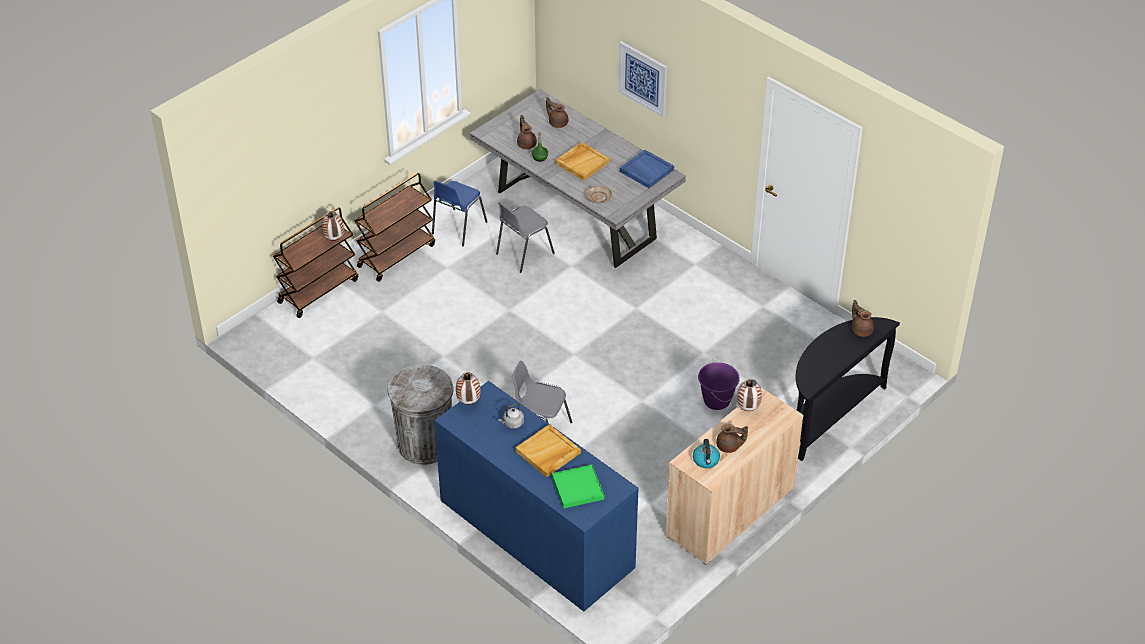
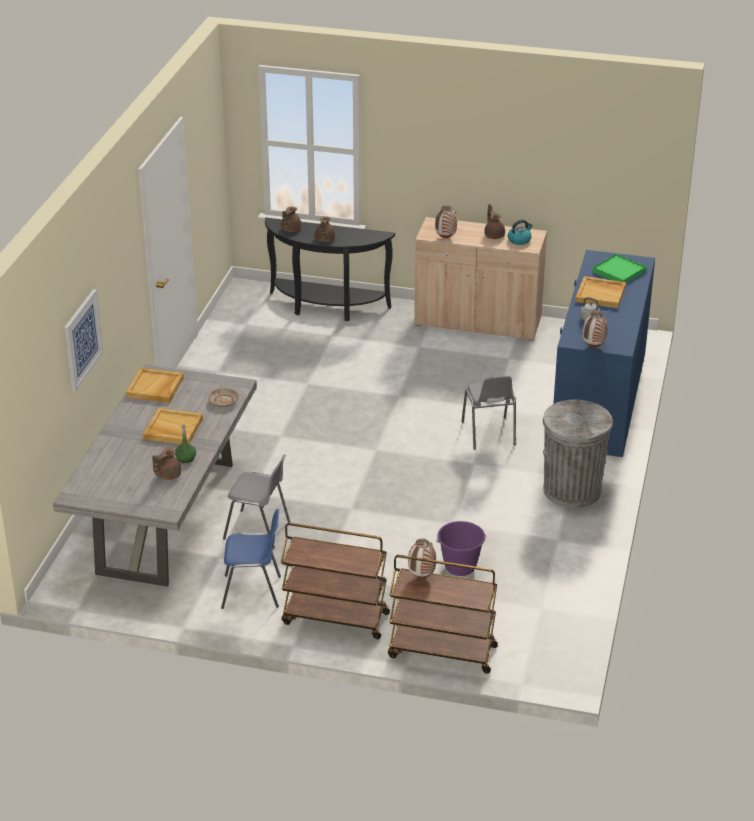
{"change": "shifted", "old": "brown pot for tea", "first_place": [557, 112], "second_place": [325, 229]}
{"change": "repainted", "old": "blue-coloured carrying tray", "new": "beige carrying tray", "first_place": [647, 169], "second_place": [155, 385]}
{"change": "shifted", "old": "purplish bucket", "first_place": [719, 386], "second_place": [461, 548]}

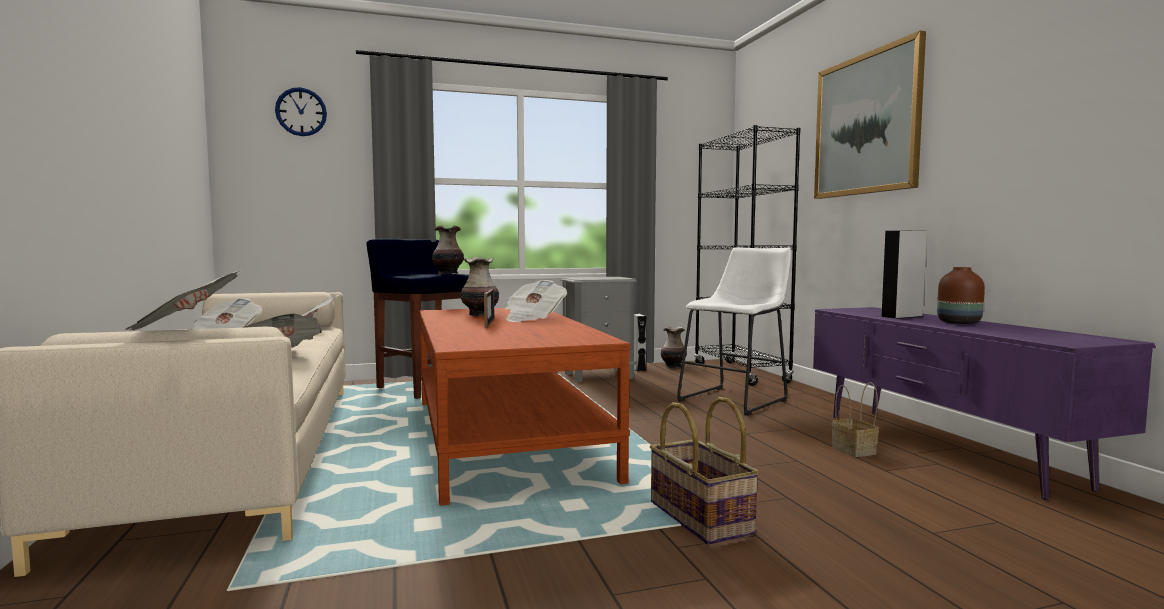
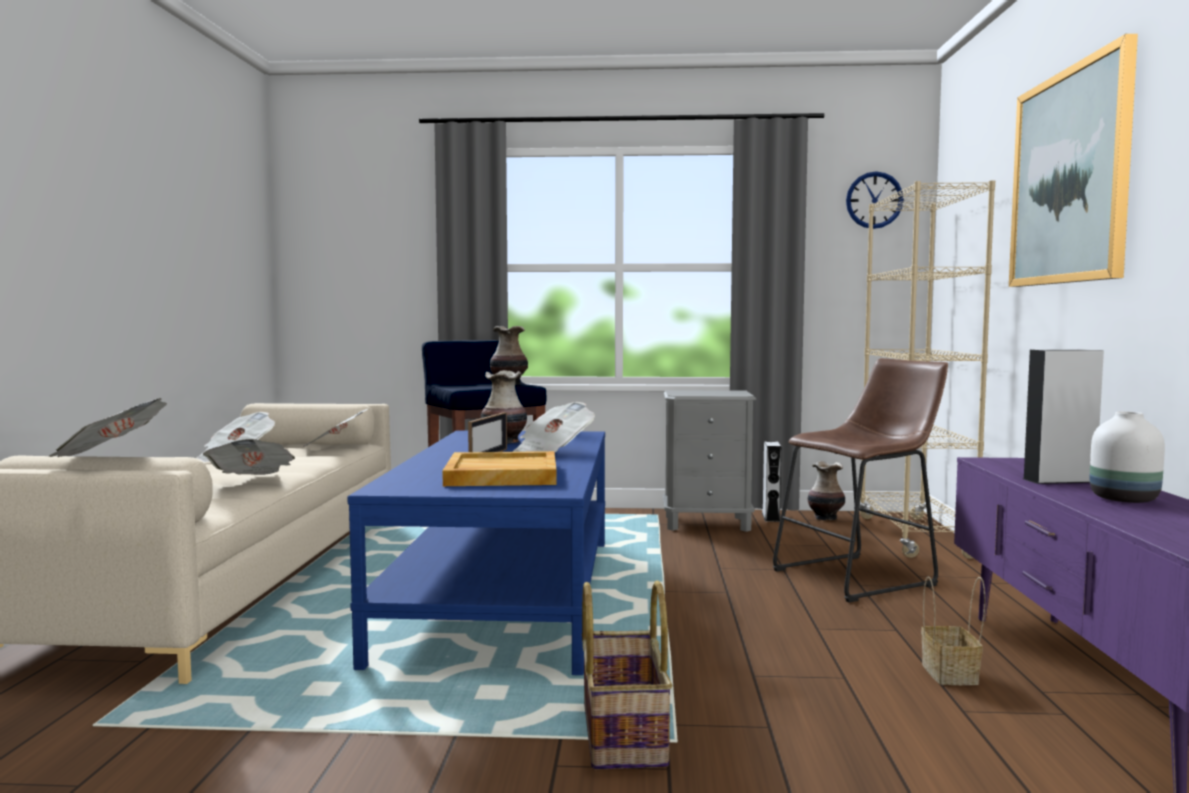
{"change": "shifted", "old": "wall clock", "first_place": [301, 111], "second_place": [875, 200]}
{"change": "repainted", "old": "blackish bookshelf", "new": "beige bookshelf", "first_place": [747, 255], "second_place": [927, 369]}
{"change": "repainted", "old": "white-coloured sitting stool", "new": "brown sitting stool", "first_place": [734, 332], "second_place": [860, 480]}
{"change": "repainted", "old": "brown decorative vase", "new": "white-coloured decorative vase", "first_place": [961, 295], "second_place": [1127, 457]}
{"change": "repainted", "old": "brown coffee table", "new": "blue-coloured coffee table", "first_place": [524, 407], "second_place": [476, 552]}
{"change": "new", "new": "beige carrying tray", "second_place": [499, 468]}

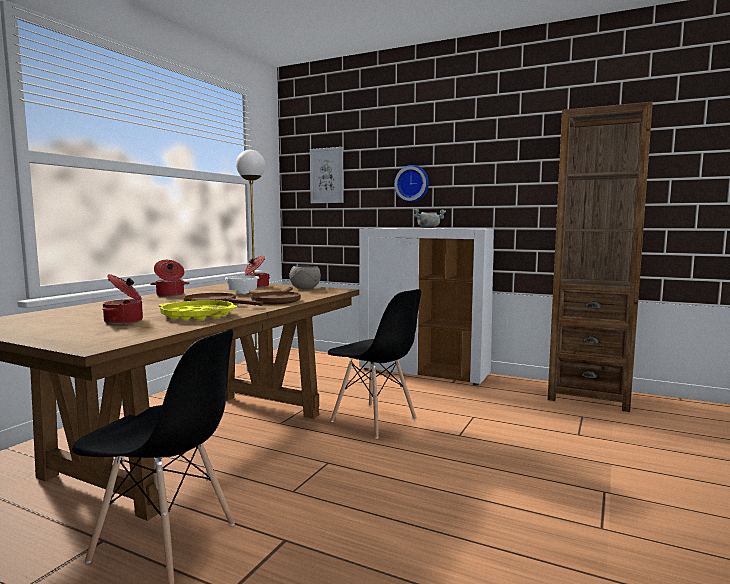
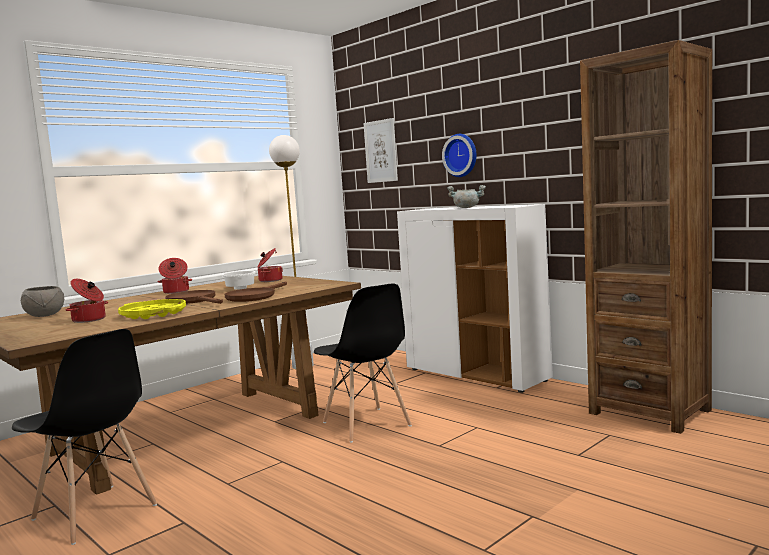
{"change": "shifted", "old": "greyish serving bowl", "first_place": [305, 277], "second_place": [42, 301]}

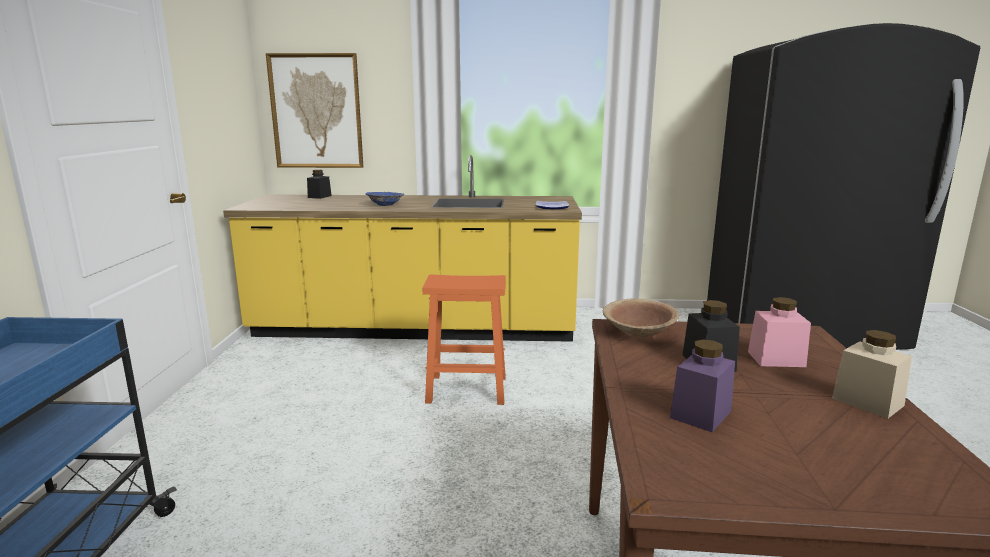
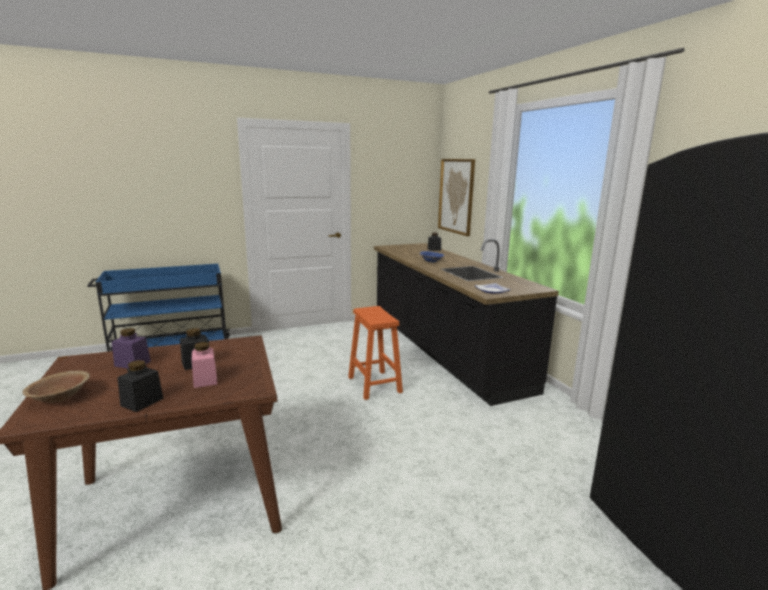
{"change": "repainted", "old": "yellowish kitchen counter", "new": "blackish kitchen counter", "first_place": [402, 248], "second_place": [466, 322]}
{"change": "shifted", "old": "brown serving bowl", "first_place": [641, 318], "second_place": [56, 387]}
{"change": "repainted", "old": "beige storage jar", "new": "blackish storage jar", "first_place": [872, 374], "second_place": [140, 386]}

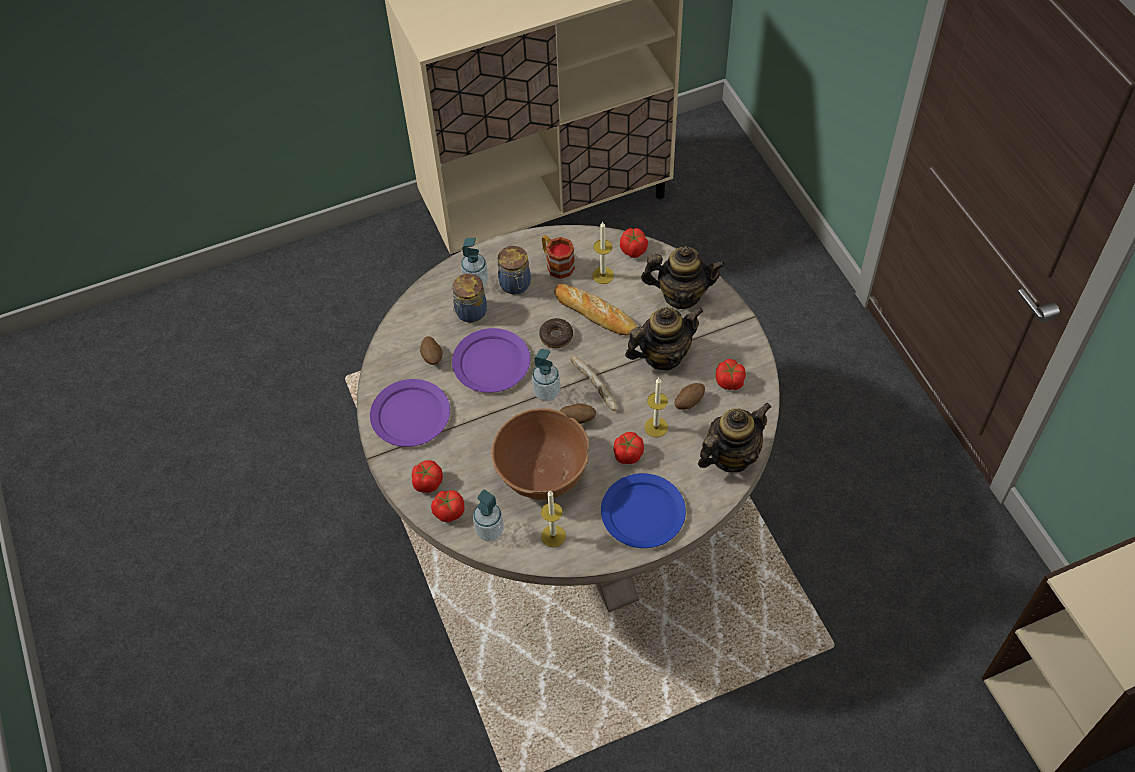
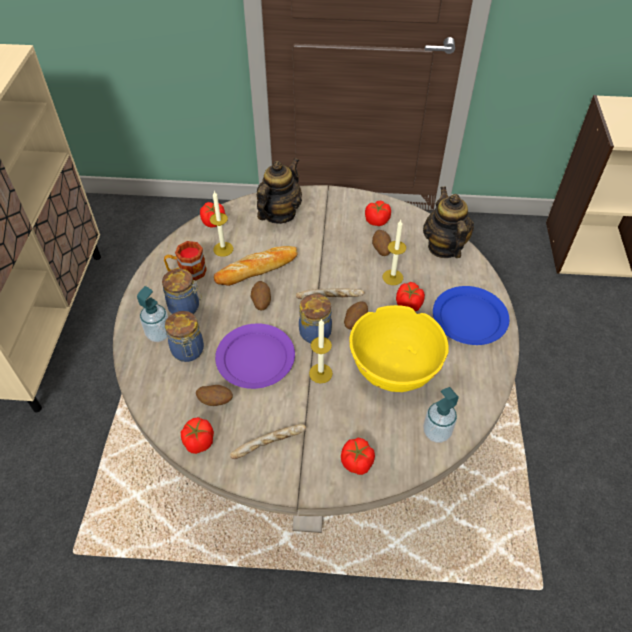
{"change": "gone", "old": "pot for tea", "first_place": [664, 338]}
{"change": "swapped", "old": "ring doughnut", "new": "whole potato", "first_place": [556, 333], "second_place": [261, 295]}
{"change": "swapped", "old": "soap bottle", "new": "storage jar", "first_place": [546, 375], "second_place": [315, 318]}
{"change": "swapped", "old": "purplish plate", "new": "bakery bread", "first_place": [410, 413], "second_place": [268, 441]}
{"change": "repainted", "old": "brown serving bowl", "new": "yellowish serving bowl", "first_place": [540, 454], "second_place": [399, 348]}
{"change": "shifted", "old": "fresh tomato", "first_place": [447, 506], "second_place": [197, 435]}
{"change": "shifted", "old": "wax light", "first_place": [553, 519], "second_place": [321, 350]}

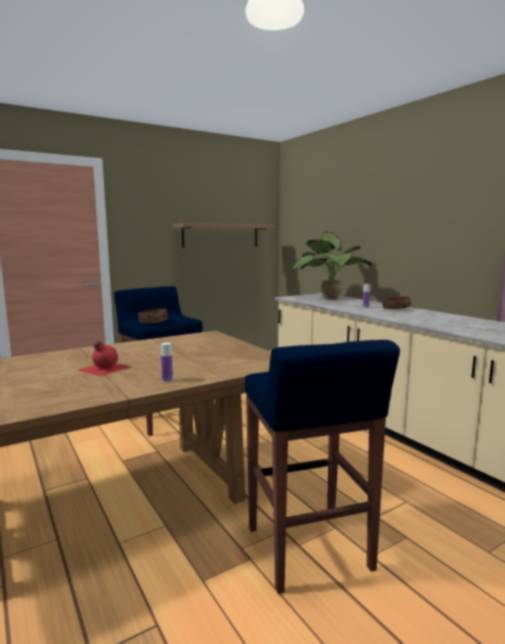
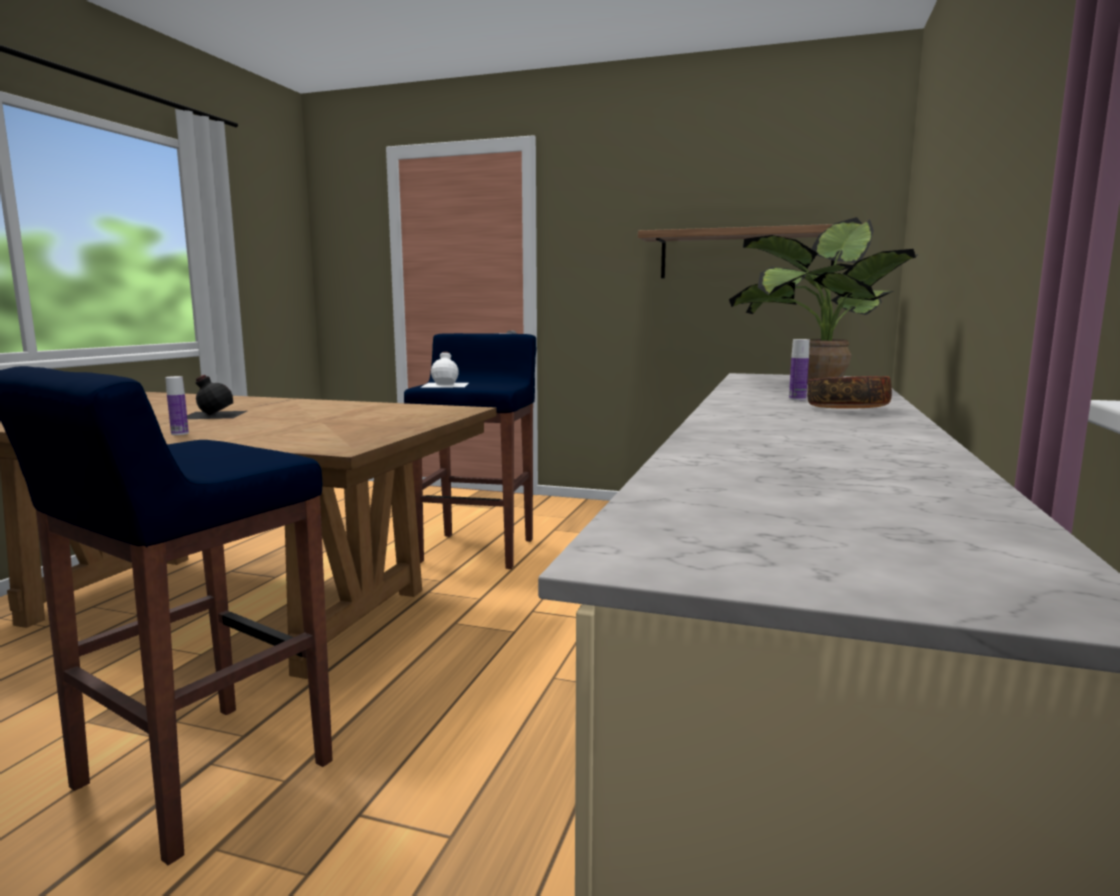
{"change": "swapped", "old": "serving bowl", "new": "white-coloured bottle", "first_place": [153, 316], "second_place": [445, 369]}
{"change": "repainted", "old": "red-coloured bottle", "new": "blackish bottle", "first_place": [104, 359], "second_place": [217, 397]}

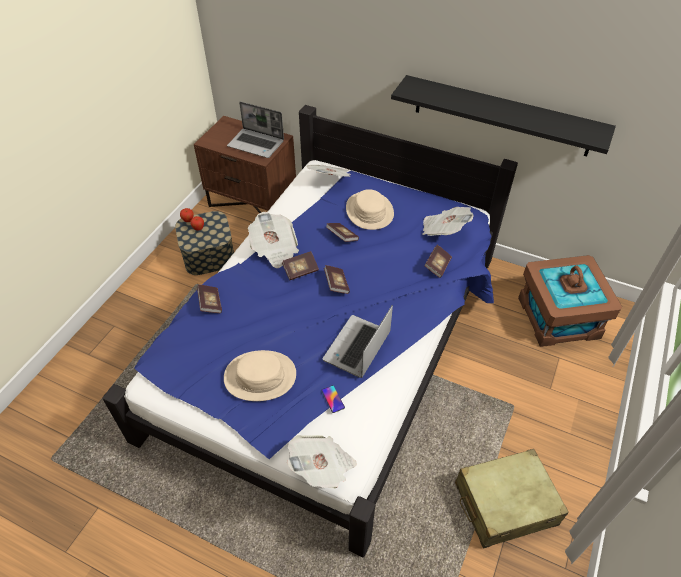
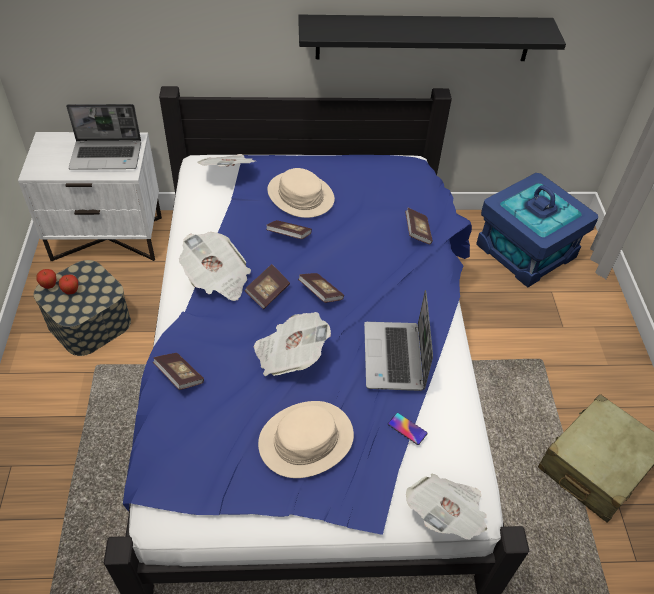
{"change": "repainted", "old": "brown nightstand", "new": "white-coloured nightstand", "first_place": [245, 164], "second_place": [90, 196]}
{"change": "shifted", "old": "newspaper", "first_place": [448, 221], "second_place": [292, 344]}
{"change": "repainted", "old": "brown storage box", "new": "blue-coloured storage box", "first_place": [570, 301], "second_place": [537, 230]}

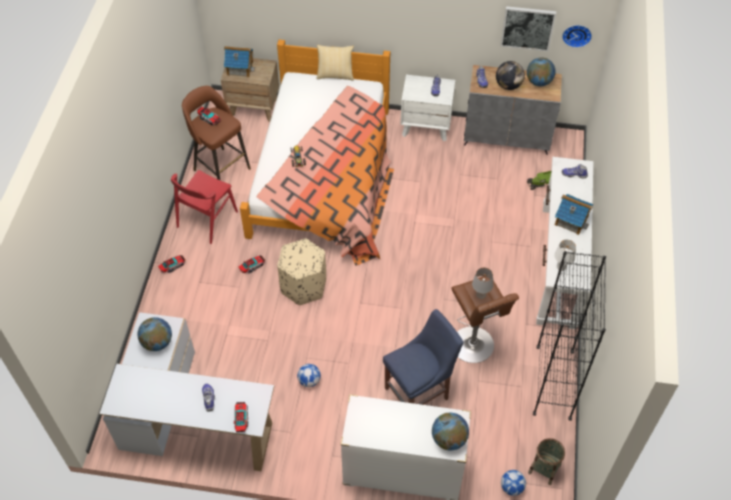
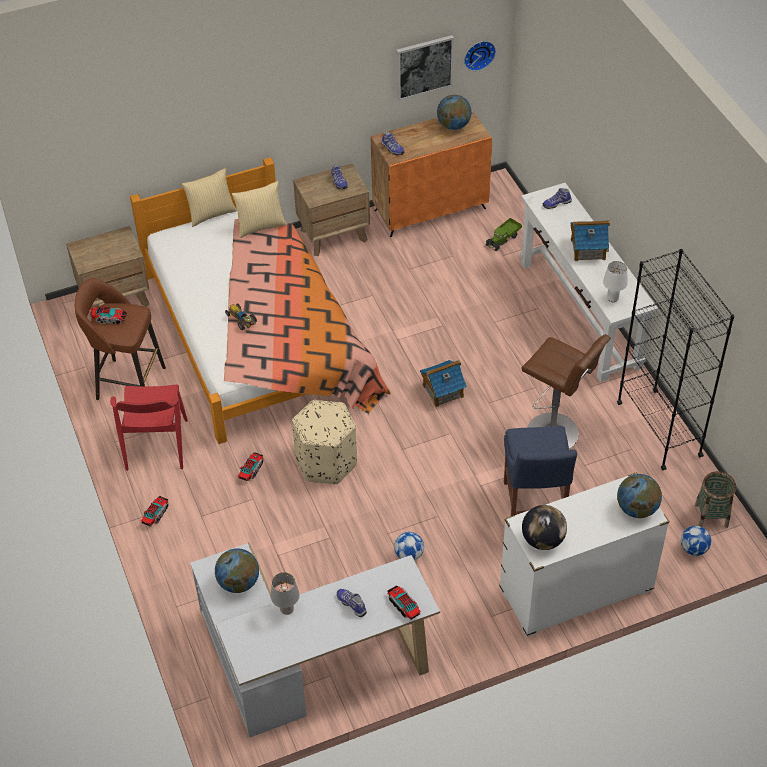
{"change": "shifted", "old": "model house", "first_place": [239, 61], "second_place": [443, 383]}
{"change": "shifted", "old": "world globe", "first_place": [510, 75], "second_place": [544, 527]}
{"change": "repainted", "old": "greyish cabinet", "new": "orangey cabinet", "first_place": [513, 110], "second_place": [431, 173]}
{"change": "repainted", "old": "white-coloured nightstand", "new": "brown nightstand", "first_place": [427, 108], "second_place": [331, 210]}
{"change": "shifted", "old": "greyish tabletop lamp", "first_place": [482, 283], "second_place": [285, 593]}
{"change": "rotated", "old": "blue-coloured plain chair", "first_place": [423, 357], "second_place": [540, 471], "degrees": 150}
{"change": "new", "new": "throw pillow", "second_place": [259, 209]}

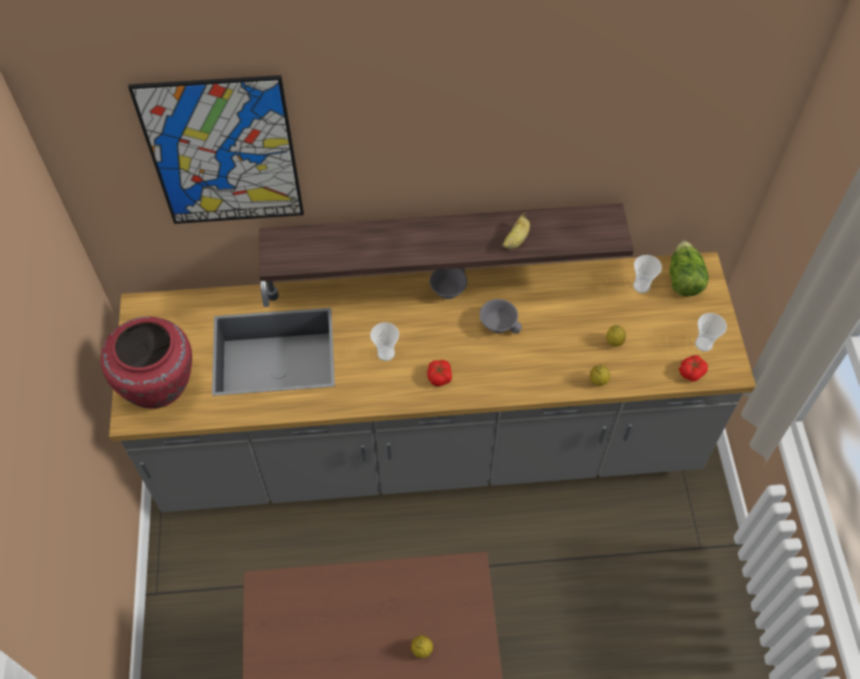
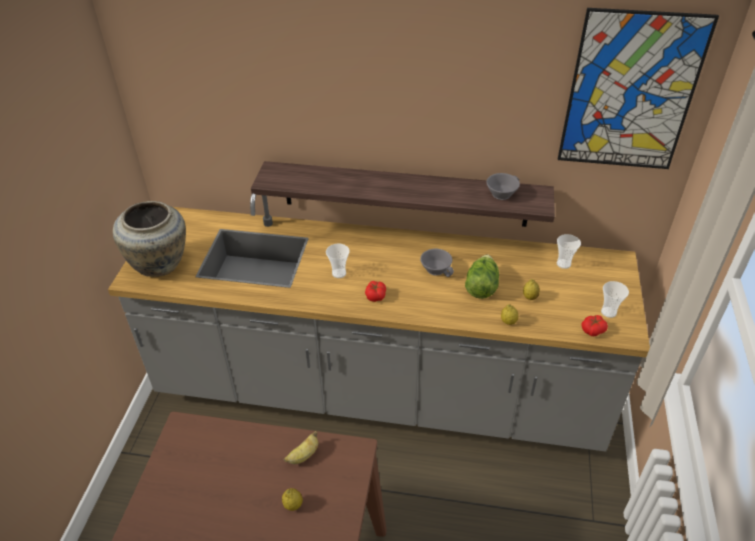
{"change": "shifted", "old": "wall art", "first_place": [216, 149], "second_place": [638, 88]}
{"change": "shifted", "old": "banana", "first_place": [516, 230], "second_place": [301, 447]}
{"change": "shifted", "old": "head of lettuce", "first_place": [689, 268], "second_place": [482, 276]}
{"change": "shifted", "old": "greyish drinking cup", "first_place": [448, 283], "second_place": [503, 186]}
{"change": "repainted", "old": "red-coloured decorative vase", "new": "beige decorative vase", "first_place": [146, 363], "second_place": [149, 239]}

